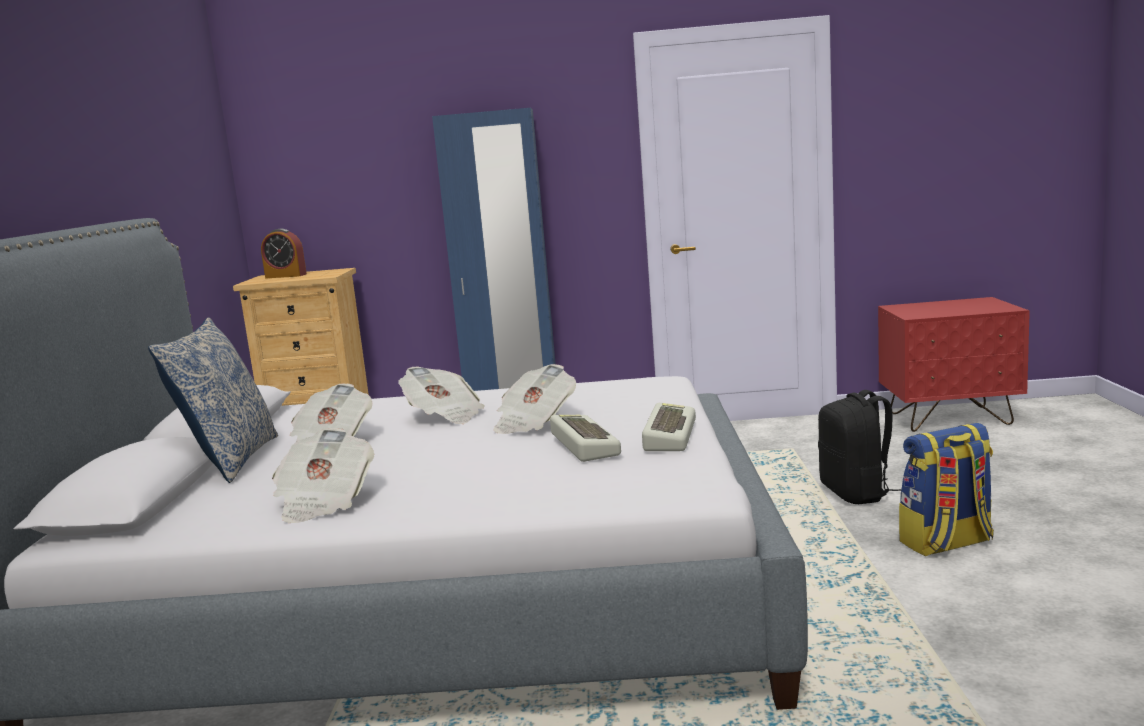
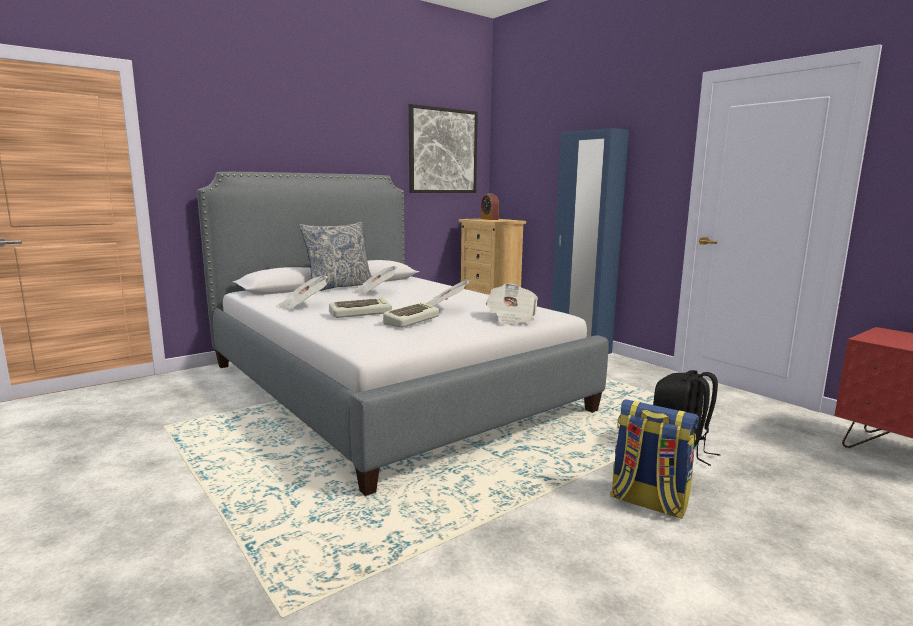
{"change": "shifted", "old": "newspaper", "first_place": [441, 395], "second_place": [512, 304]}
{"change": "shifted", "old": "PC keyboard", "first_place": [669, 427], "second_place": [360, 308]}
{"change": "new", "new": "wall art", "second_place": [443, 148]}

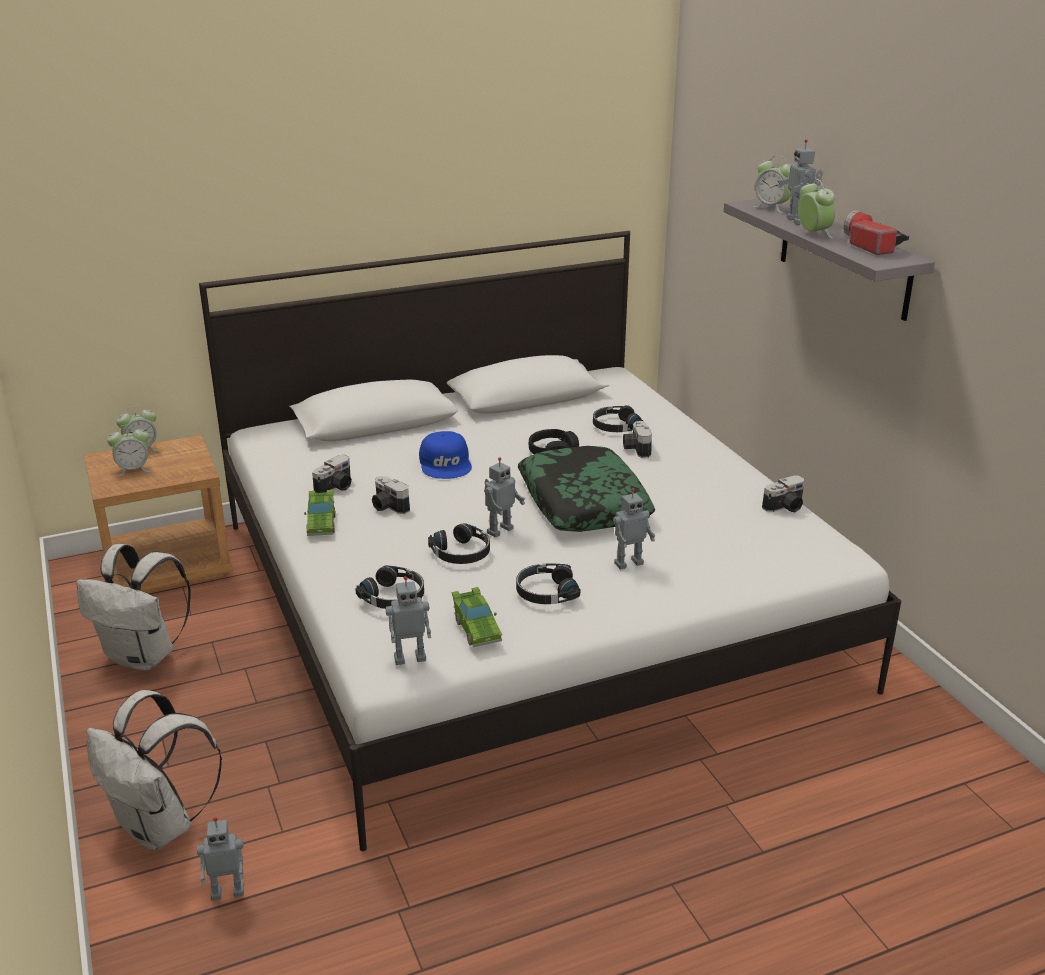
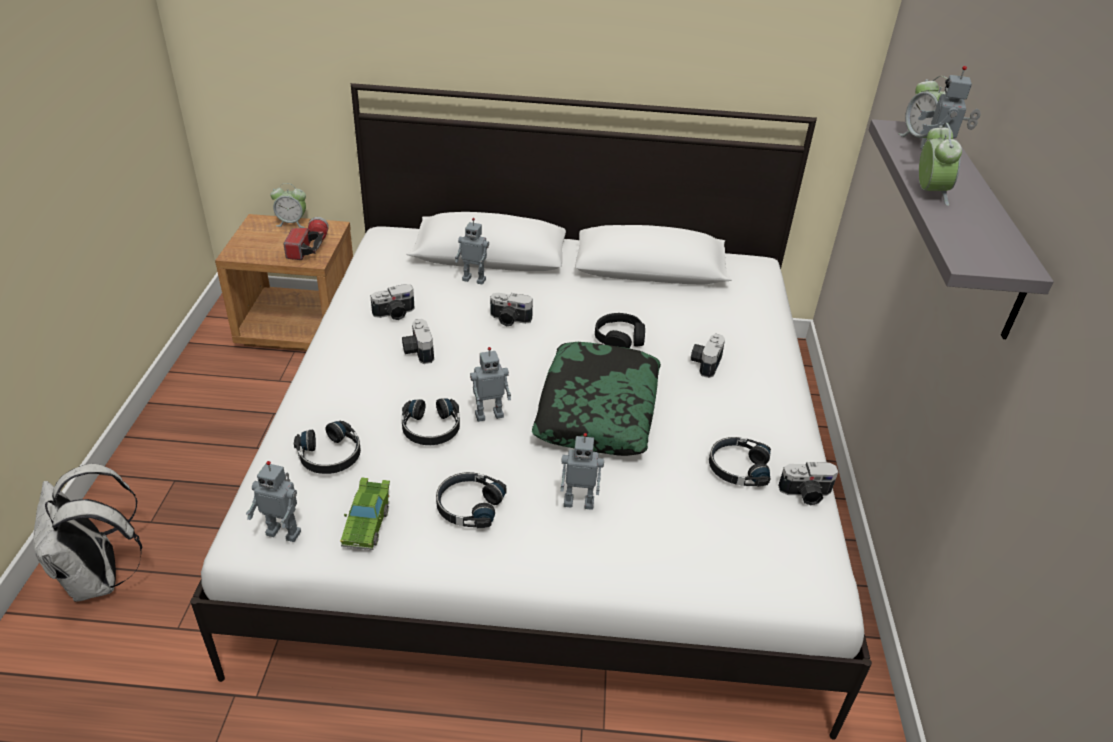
{"change": "shifted", "old": "hand torch", "first_place": [876, 232], "second_place": [306, 238]}
{"change": "shifted", "old": "blackish pair of headphones", "first_place": [618, 418], "second_place": [740, 462]}
{"change": "gone", "old": "bedside clock", "first_place": [129, 451]}
{"change": "swapped", "old": "blue-coloured cap", "new": "photo camera", "first_place": [445, 455], "second_place": [511, 310]}
{"change": "gone", "old": "green-coloured miniature car", "first_place": [320, 513]}
{"change": "gone", "old": "white-coloured rucksack", "first_place": [133, 607]}
{"change": "shifted", "old": "model robot", "first_place": [220, 859], "second_place": [472, 251]}

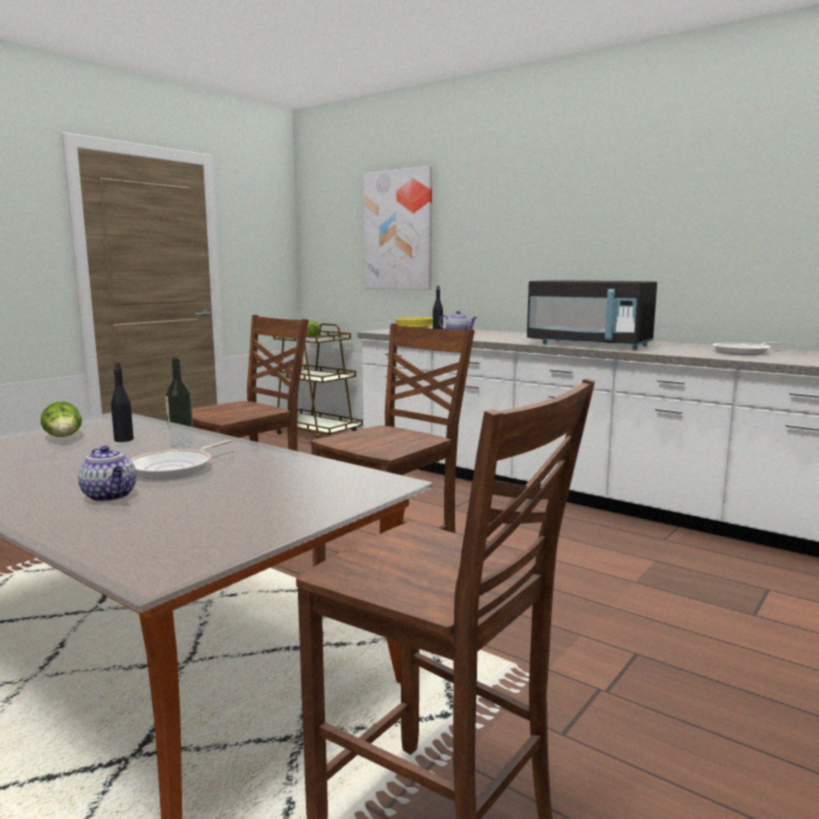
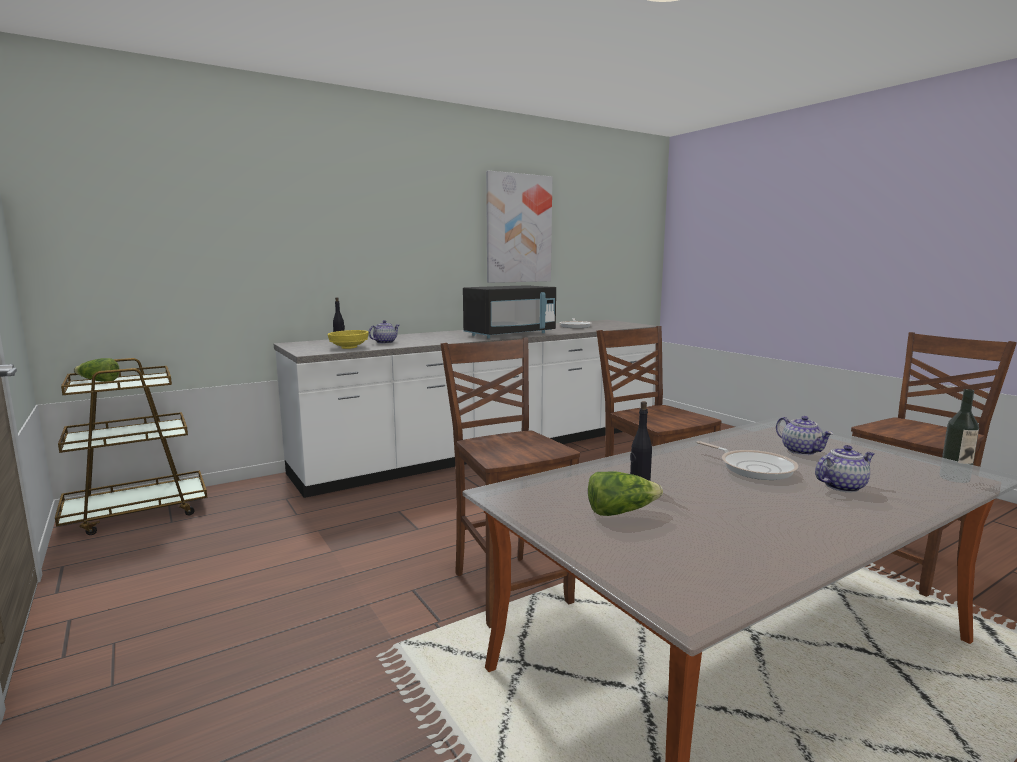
{"change": "shifted", "old": "wall art", "first_place": [397, 228], "second_place": [519, 227]}
{"change": "shifted", "old": "bottle", "first_place": [179, 403], "second_place": [959, 436]}
{"change": "new", "new": "pot for tea", "second_place": [805, 435]}

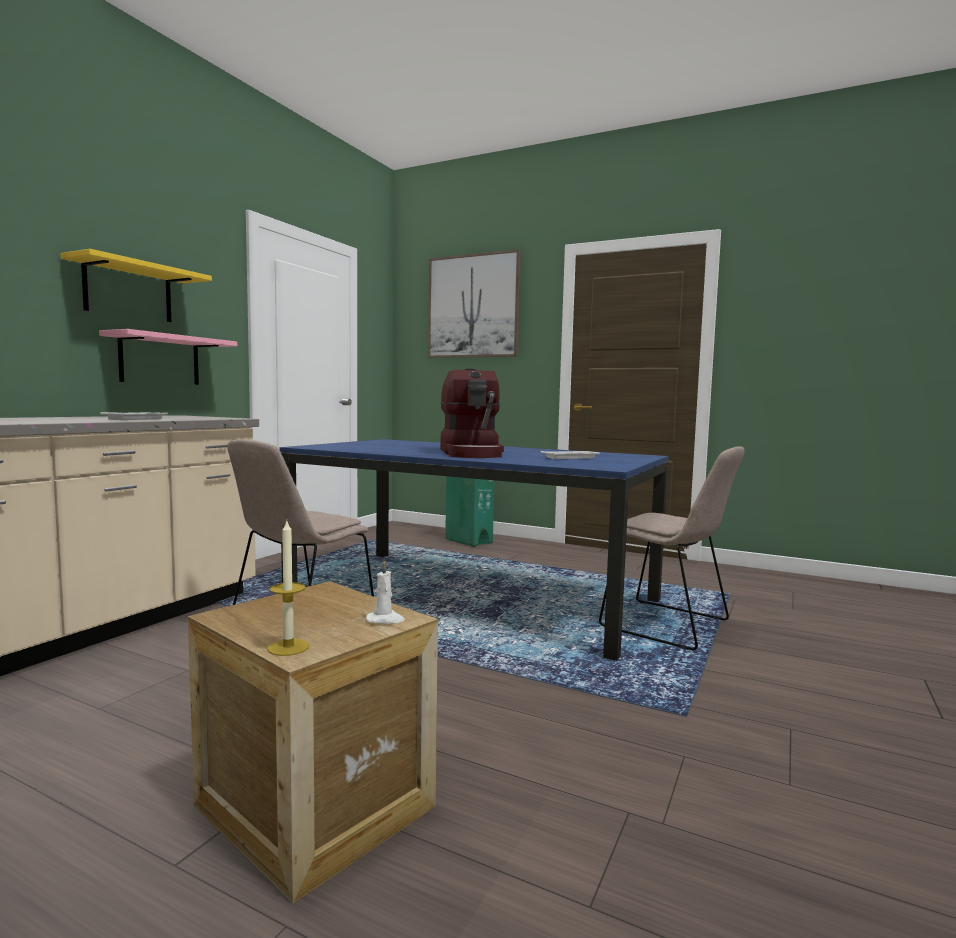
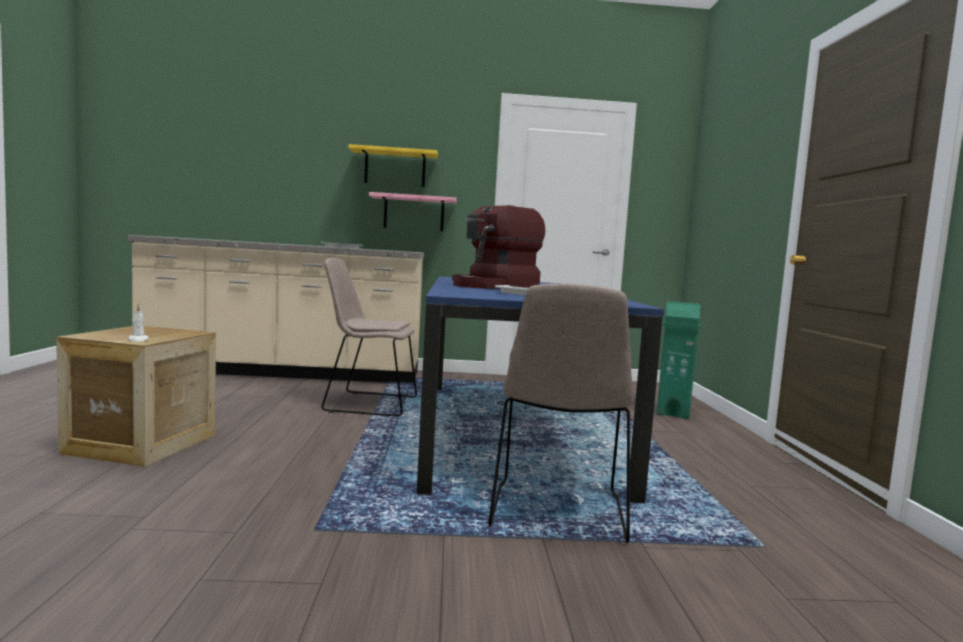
{"change": "gone", "old": "wall art", "first_place": [474, 303]}
{"change": "gone", "old": "wax light", "first_place": [288, 588]}

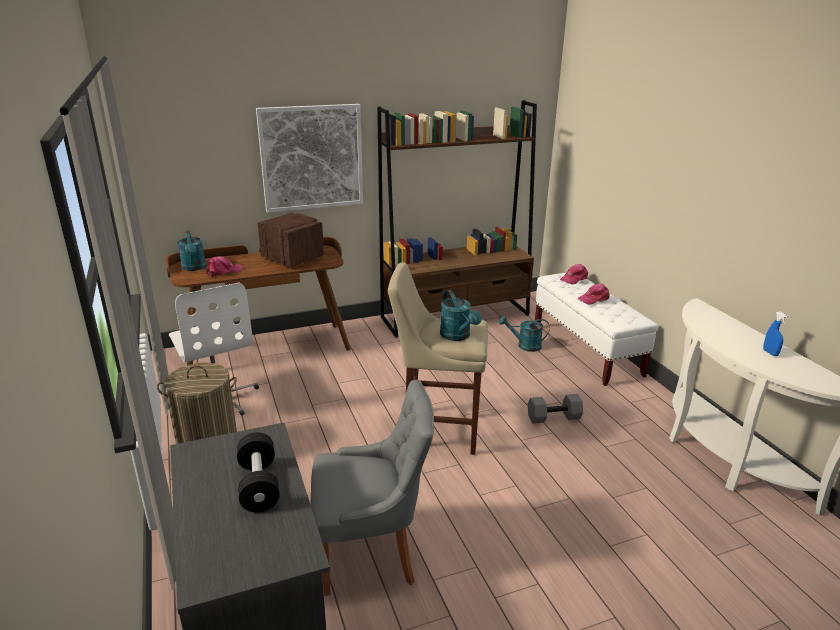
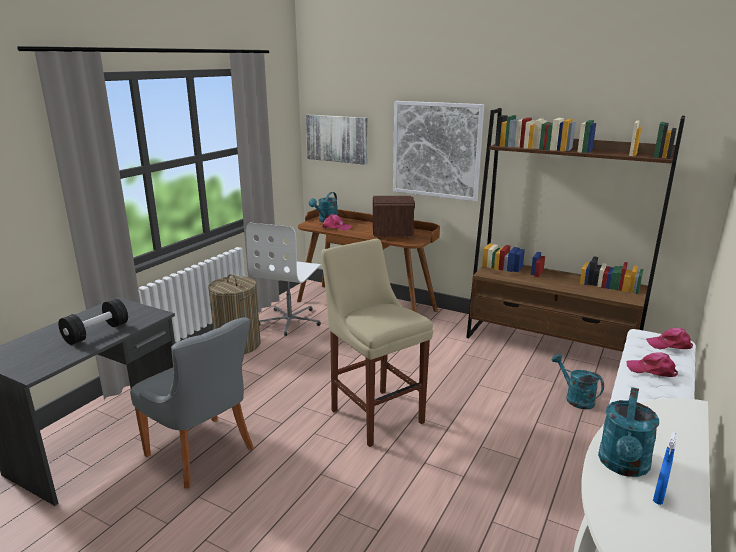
{"change": "shifted", "old": "turquoise sprinkling can", "first_place": [461, 315], "second_place": [628, 432]}
{"change": "gone", "old": "greyish dumbbell", "first_place": [555, 409]}
{"change": "new", "new": "wall art", "second_place": [336, 139]}

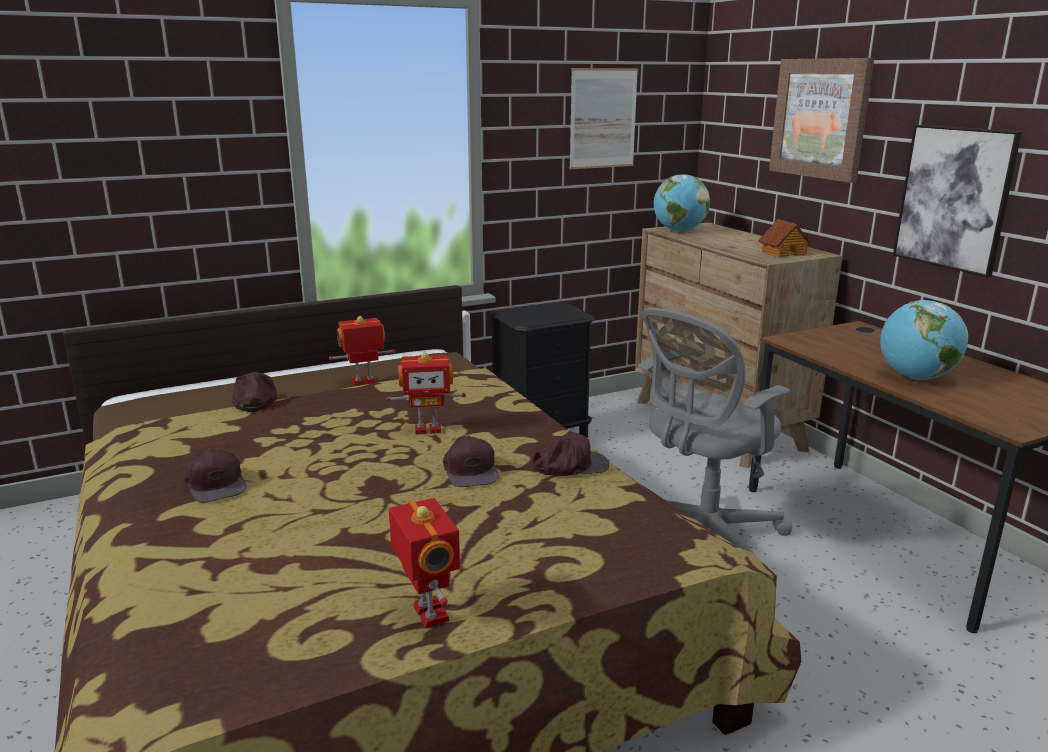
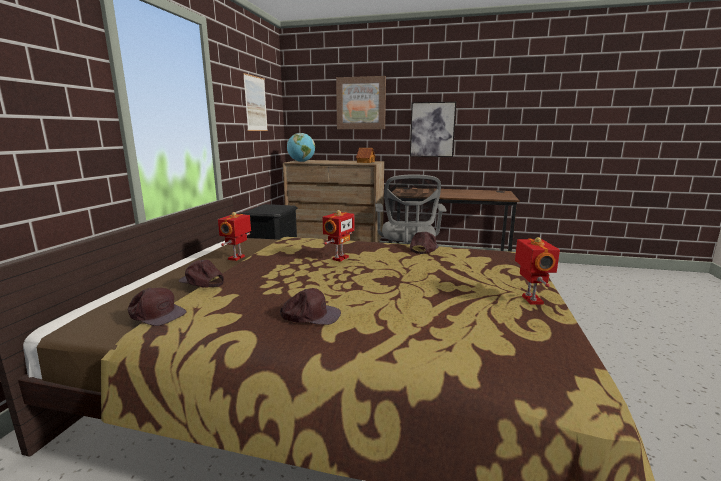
{"change": "gone", "old": "world globe", "first_place": [924, 340]}
{"change": "shifted", "old": "brown cap", "first_place": [471, 461], "second_place": [157, 307]}
{"change": "rotated", "old": "model robot", "first_place": [424, 563], "second_place": [537, 271], "degrees": 75}

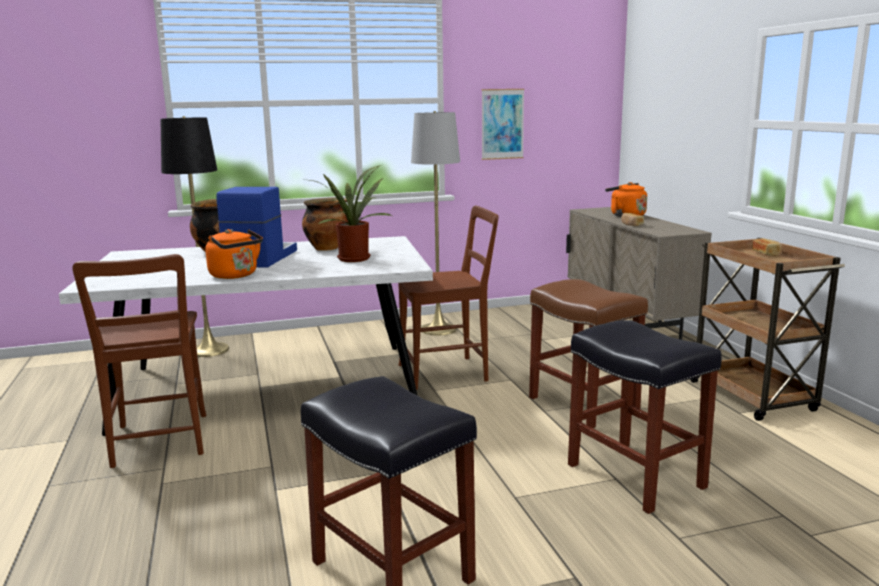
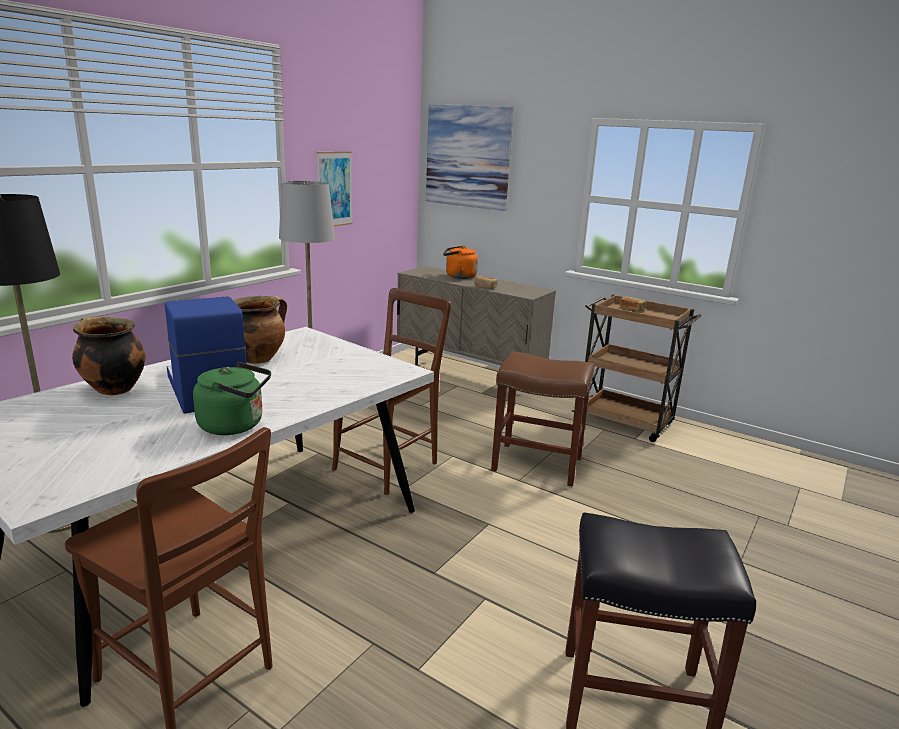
{"change": "gone", "old": "plant in a pot", "first_place": [351, 213]}
{"change": "repainted", "old": "orangey water kettle", "new": "green-coloured water kettle", "first_place": [234, 254], "second_place": [232, 398]}
{"change": "gone", "old": "blackish sitting stool", "first_place": [645, 417]}
{"change": "new", "new": "wall art", "second_place": [470, 157]}

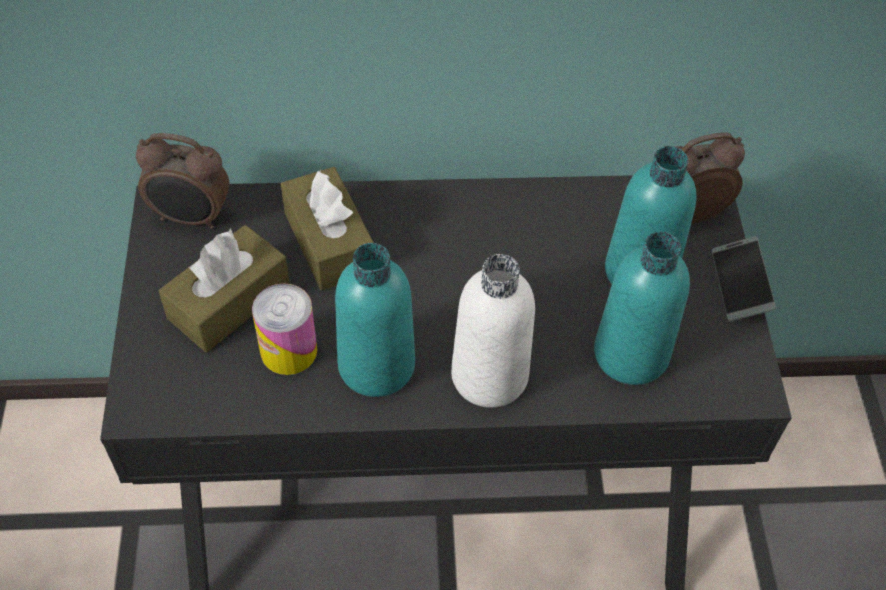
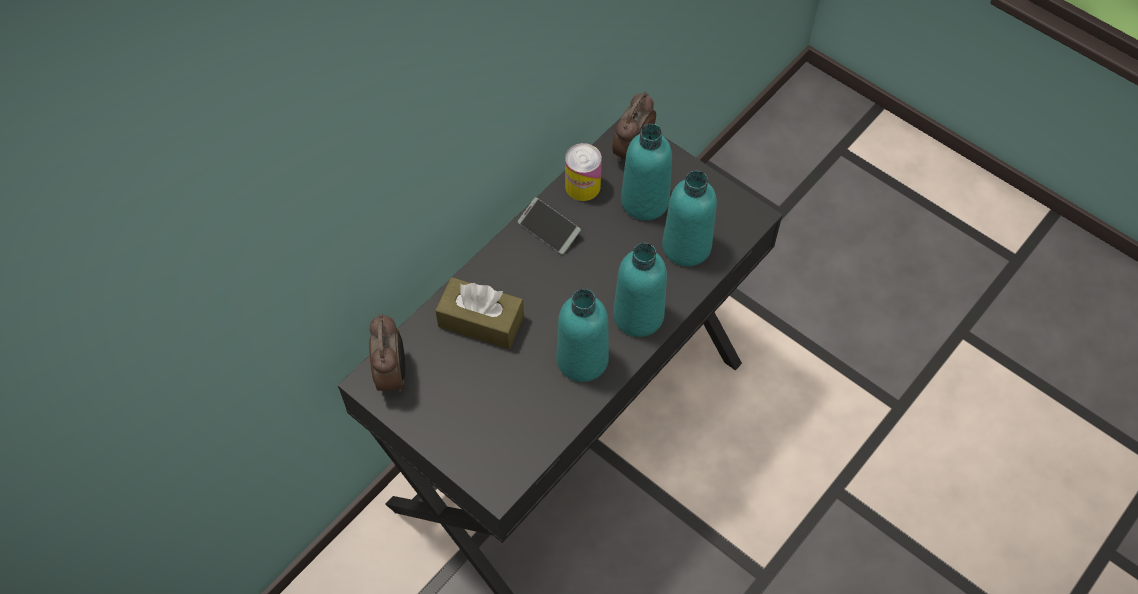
{"change": "rotated", "old": "bedside clock", "first_place": [182, 181], "second_place": [387, 353], "degrees": -60}
{"change": "gone", "old": "brown box of tissues", "first_place": [224, 288]}
{"change": "shifted", "old": "telephone", "first_place": [744, 279], "second_place": [549, 225]}
{"change": "repainted", "old": "white-coloured bottle", "new": "turquoise bottle", "first_place": [493, 331], "second_place": [640, 290]}
{"change": "shifted", "old": "sealed can", "first_place": [284, 329], "second_place": [583, 172]}

